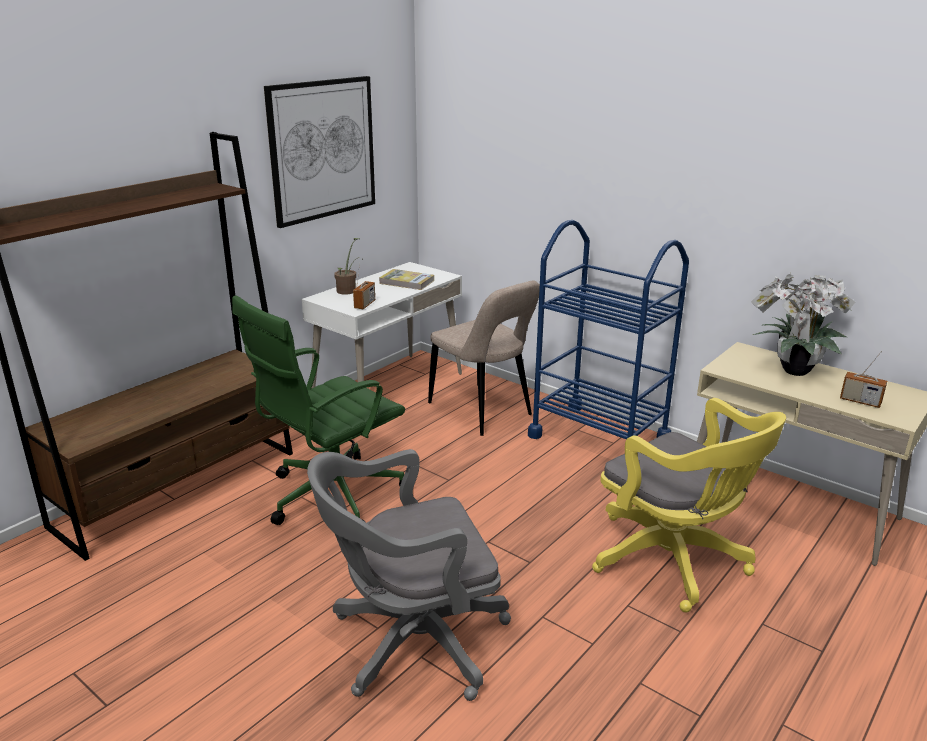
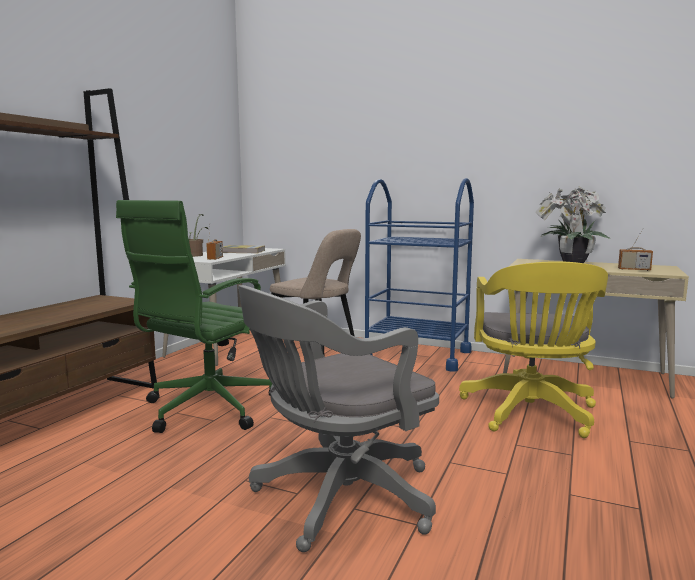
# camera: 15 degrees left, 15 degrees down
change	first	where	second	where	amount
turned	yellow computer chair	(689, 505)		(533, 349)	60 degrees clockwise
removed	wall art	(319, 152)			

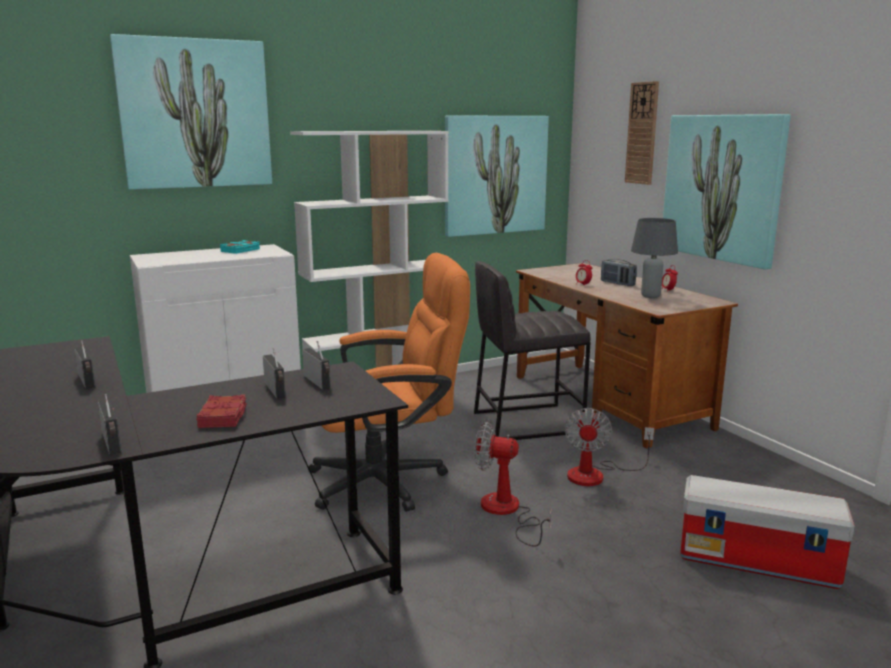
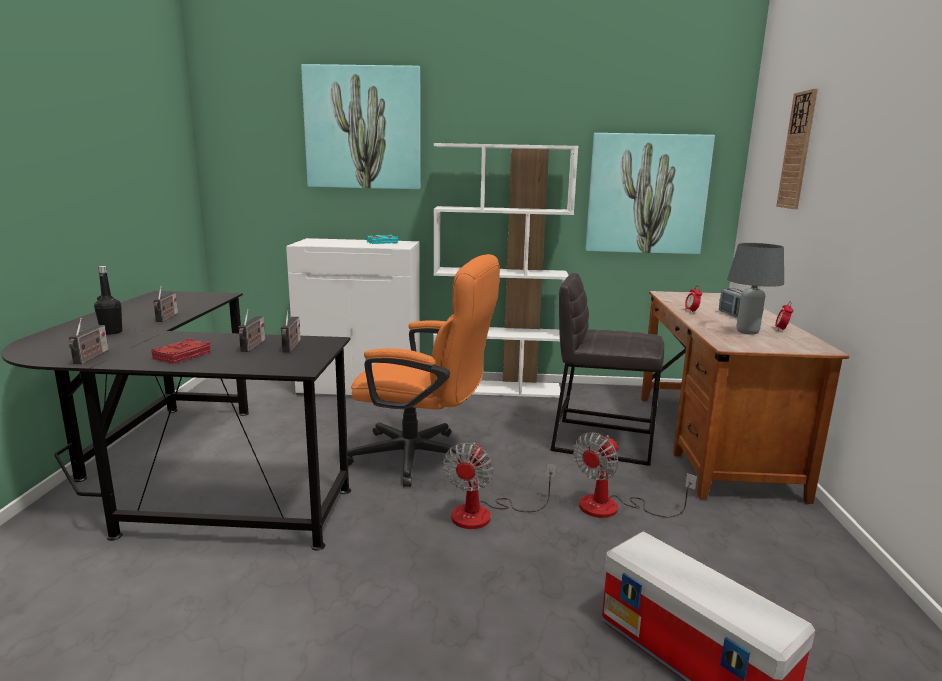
# camera: 30 degrees right, 0 degrees up
change	first	where	second	where	amount
added			black-coloured beverage bottle	(108, 300)	
turned	fan	(513, 484)		(500, 485)	120 degrees counterclockwise
removed	wall art	(727, 191)			

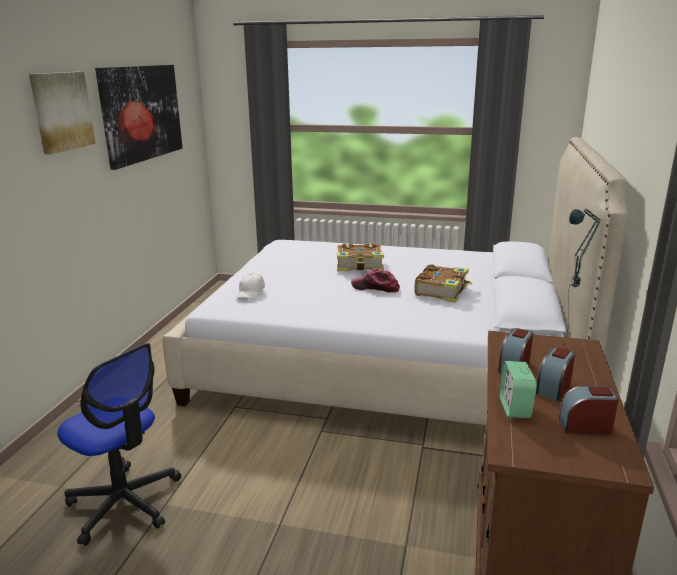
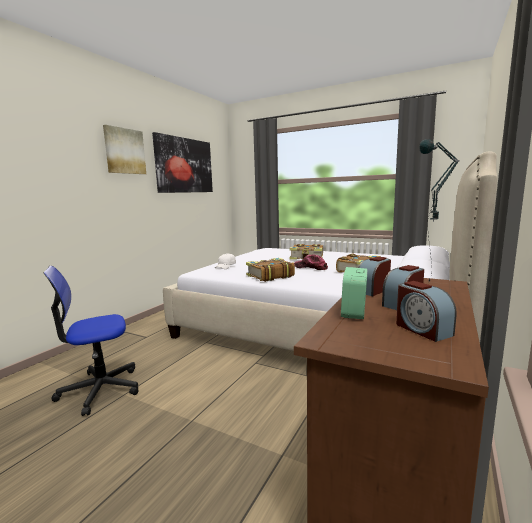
# camera: 15 degrees right, 10 degrees down
change	first	where	second	where	amount
turned	computer chair	(119, 444)		(91, 341)	105 degrees clockwise
added			book	(270, 270)	
turned	table clock	(589, 410)		(426, 311)	135 degrees counterclockwise

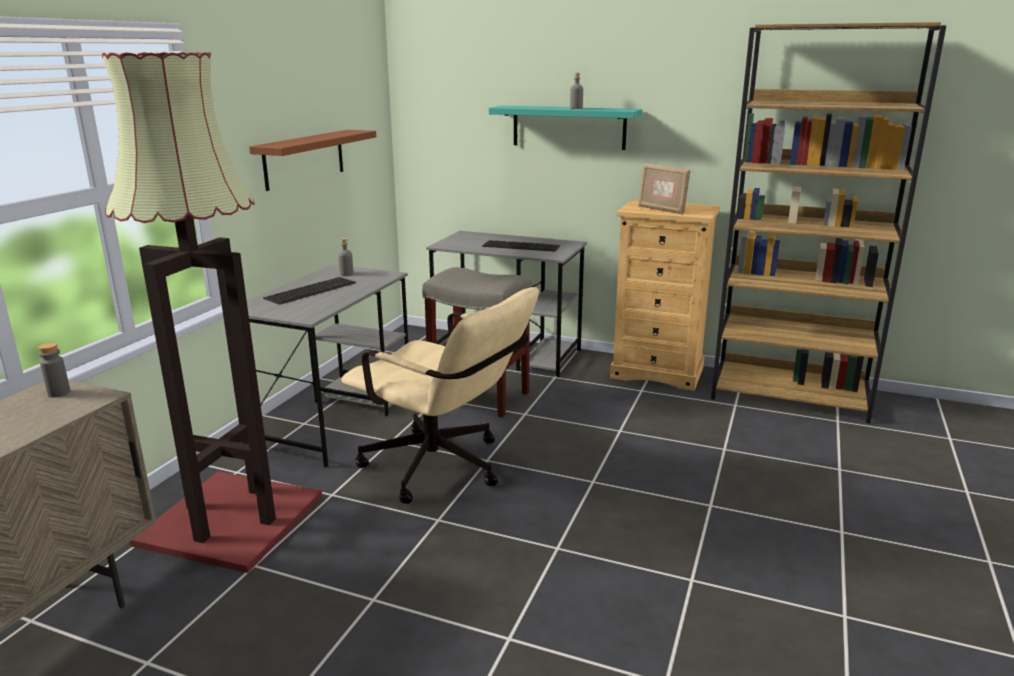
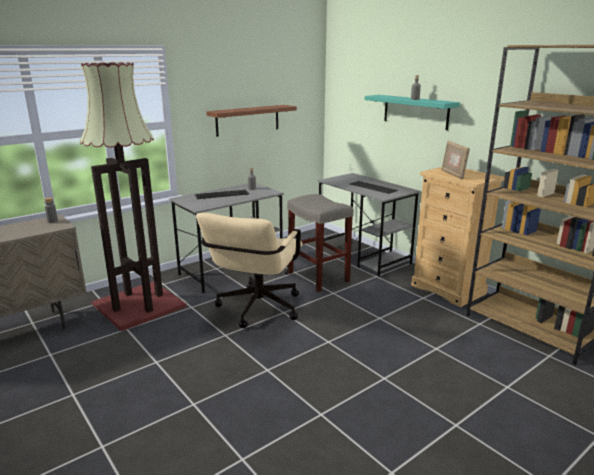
# camera: 30 degrees right, 0 degrees up
change	first	where	second	where	amount
turned	beige-coloured computer chair	(440, 395)		(249, 270)	45 degrees clockwise

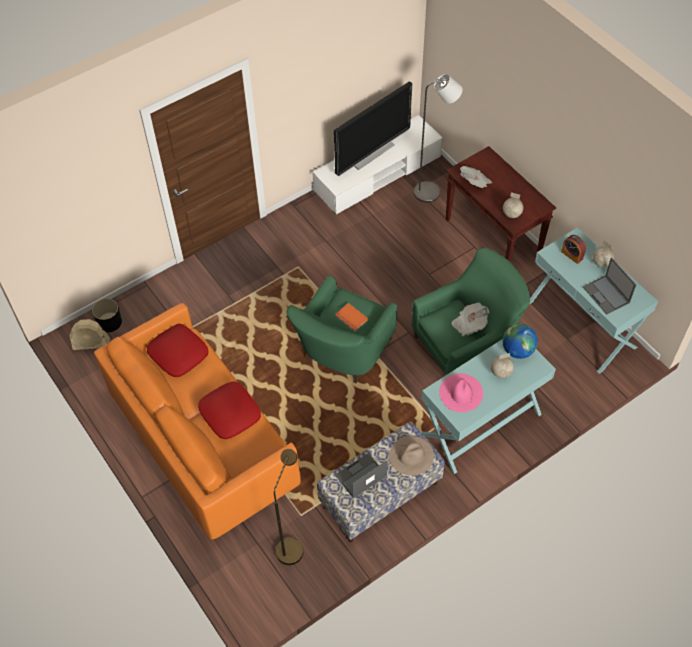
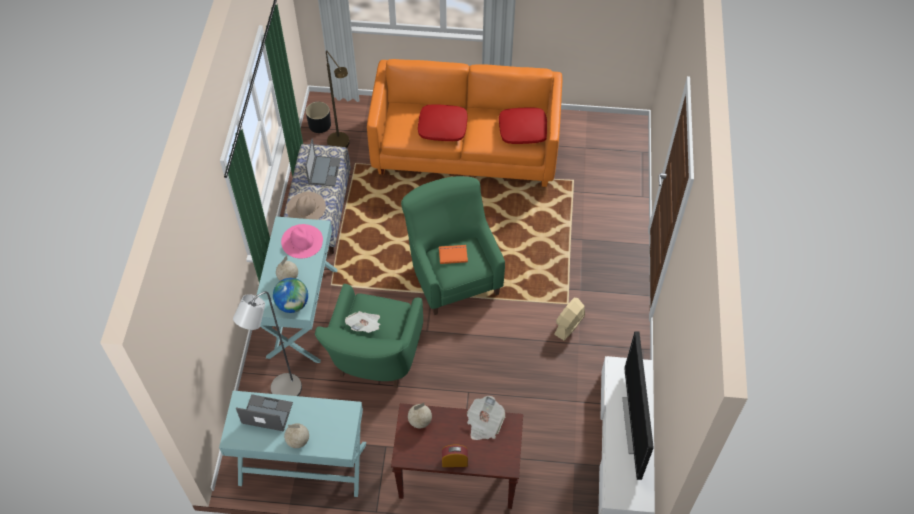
# camera: 130 degrees right, 0 degrees up
change	first	where	second	where	amount
moved	gray standing lamp	(438, 138)		(267, 343)	
moved	black-coloured planter	(107, 315)		(318, 117)	
moved	table clock	(573, 249)		(455, 455)	
moved	beige-coloured fan	(90, 334)		(569, 319)	

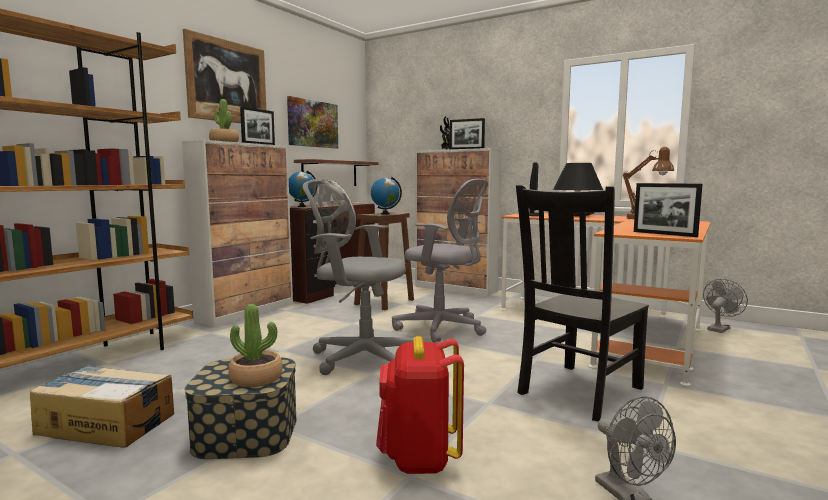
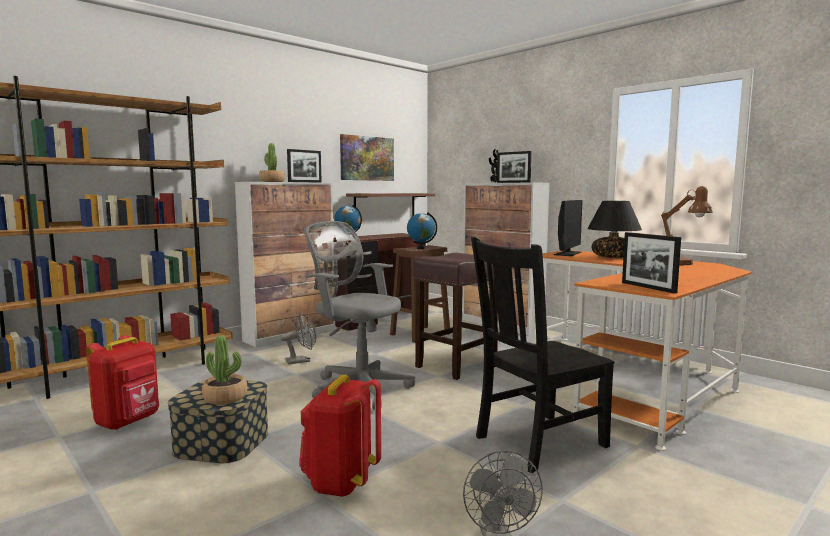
# camera: 15 degrees right, 0 degrees up
change	first	where	second	where	amount
replaced	cardboard box	(102, 406)	red-coloured rucksack	(122, 382)	
moved	gray fan	(725, 306)		(298, 338)	
replaced	gray computer chair	(440, 261)	brown-coloured stool seat	(455, 316)	
removed	wall art	(224, 76)			

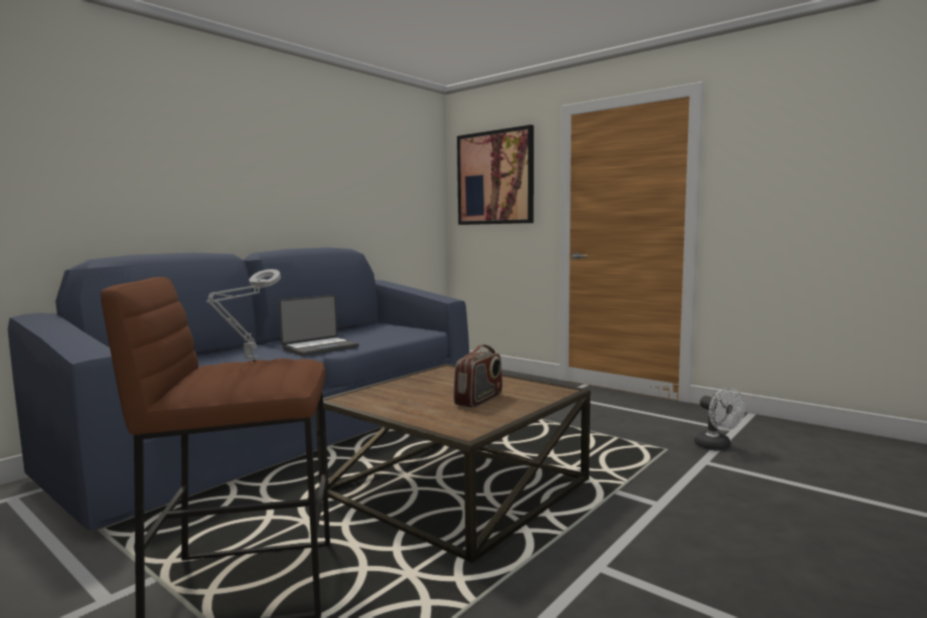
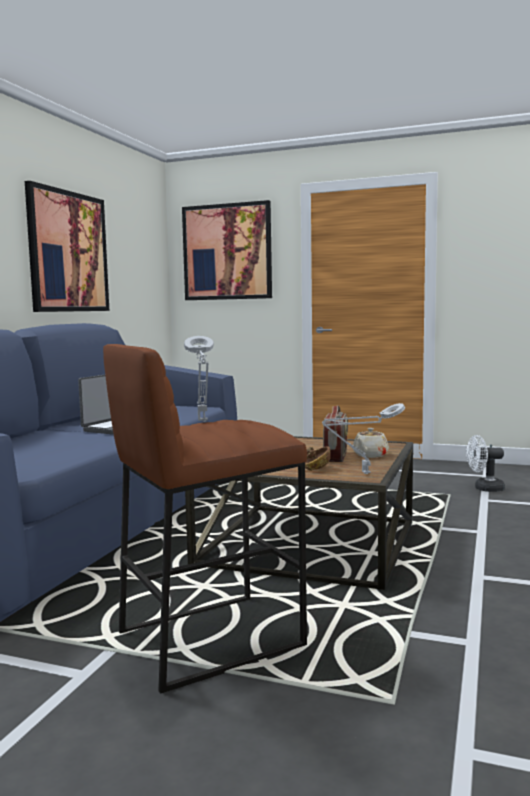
# camera: 20 degrees left, 0 degrees up
change	first	where	second	where	amount
added			wall art	(67, 246)	
added			brown-coloured deep dish	(318, 458)	
added			gray lamp for a table	(363, 438)	
added			beige-coloured tea pot	(371, 443)	
turned	white fan	(719, 419)		(485, 463)	135 degrees clockwise

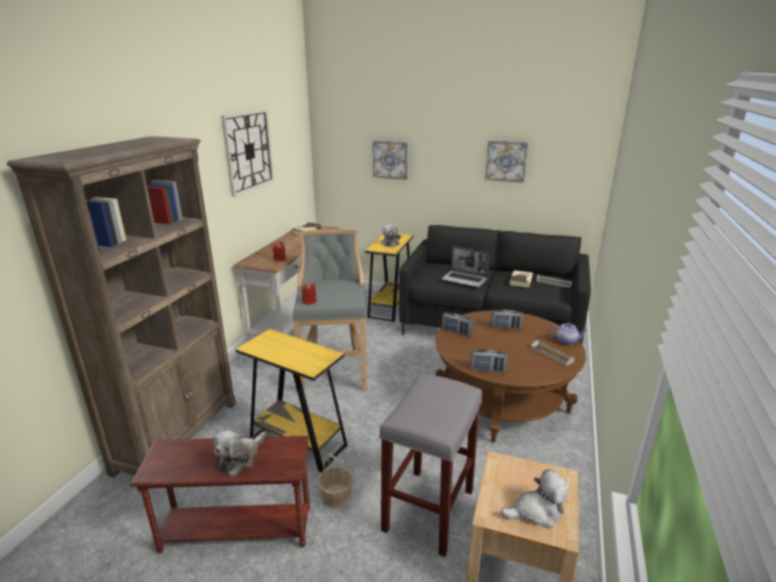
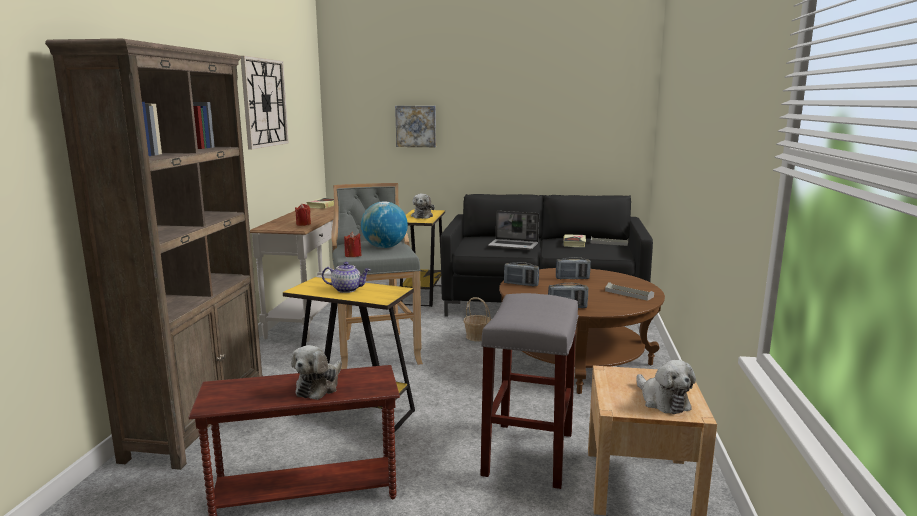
# camera: 10 degrees left, 10 degrees down
change	first	where	second	where	amount
moved	tea pot	(568, 334)		(346, 277)	
added			globe	(384, 224)	
moved	household basket	(335, 480)		(477, 319)	
turned	cuddly toy	(535, 499)		(666, 387)	90 degrees clockwise
removed	wall art	(506, 161)			

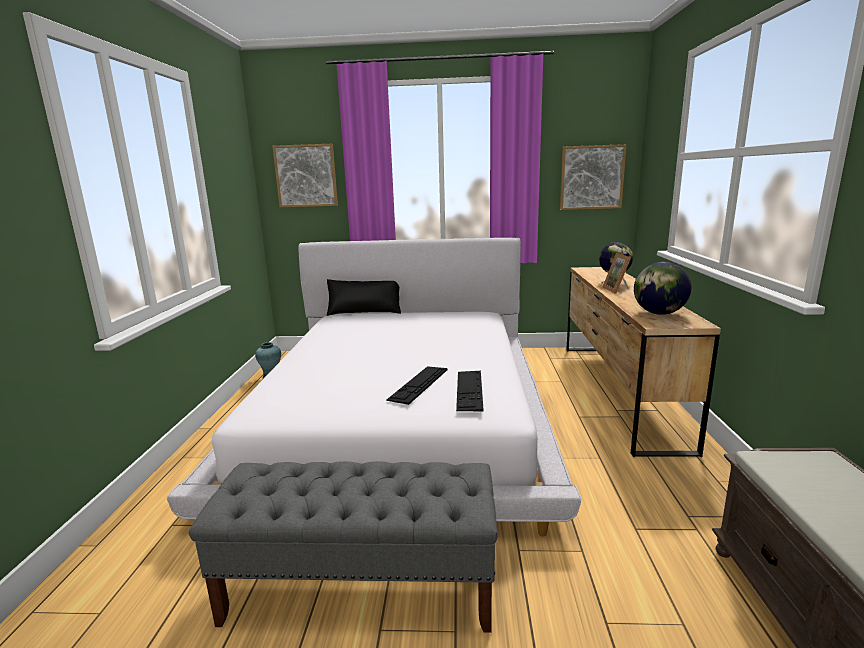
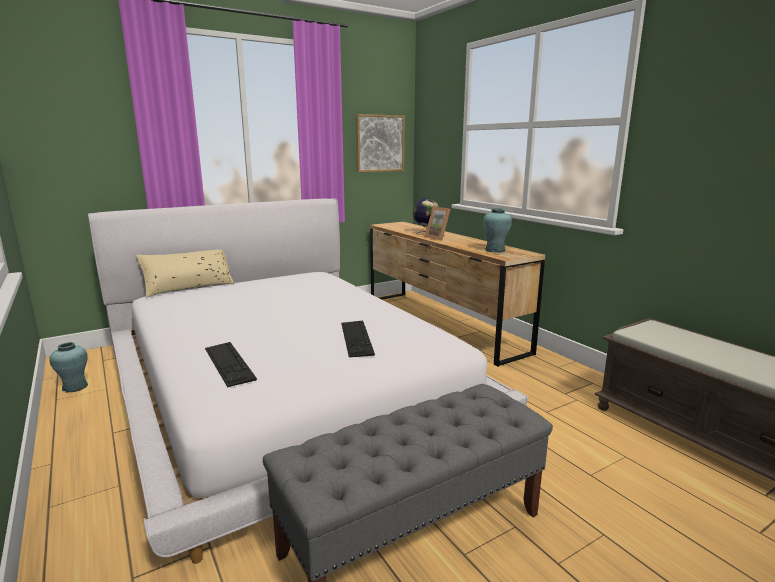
# camera: 35 degrees left, 0 degrees up
change	first	where	second	where	amount
recoloured	black-coloured throw pillow	(363, 297)	beige-coloured throw pillow	(185, 274)	
moved	PC keyboard	(469, 391)		(231, 364)	
replaced	globe	(662, 288)	blue-green vase	(497, 230)	
removed	wall art	(305, 175)			

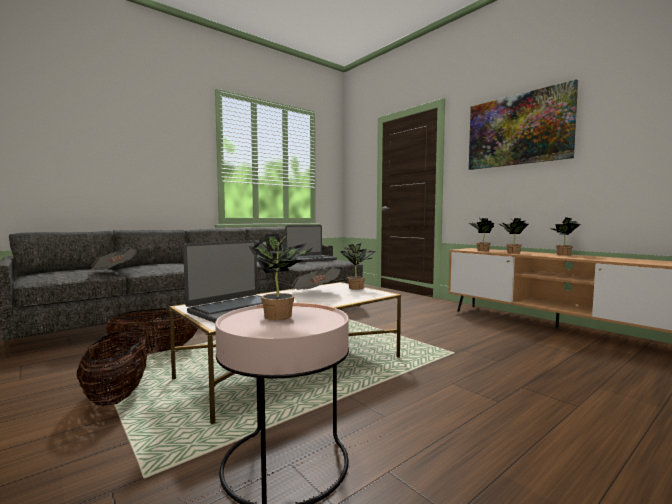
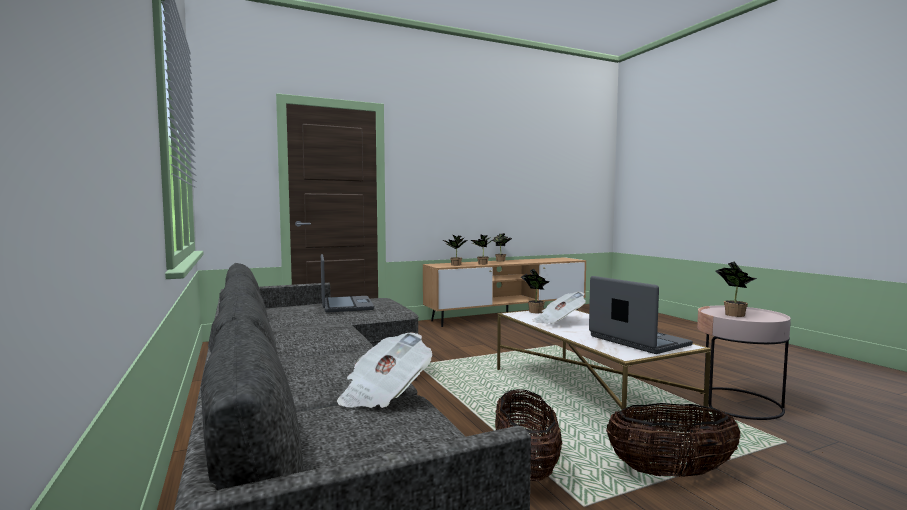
# camera: 75 degrees left, 0 degrees up
change	first	where	second	where	amount
removed	wall art	(523, 124)			

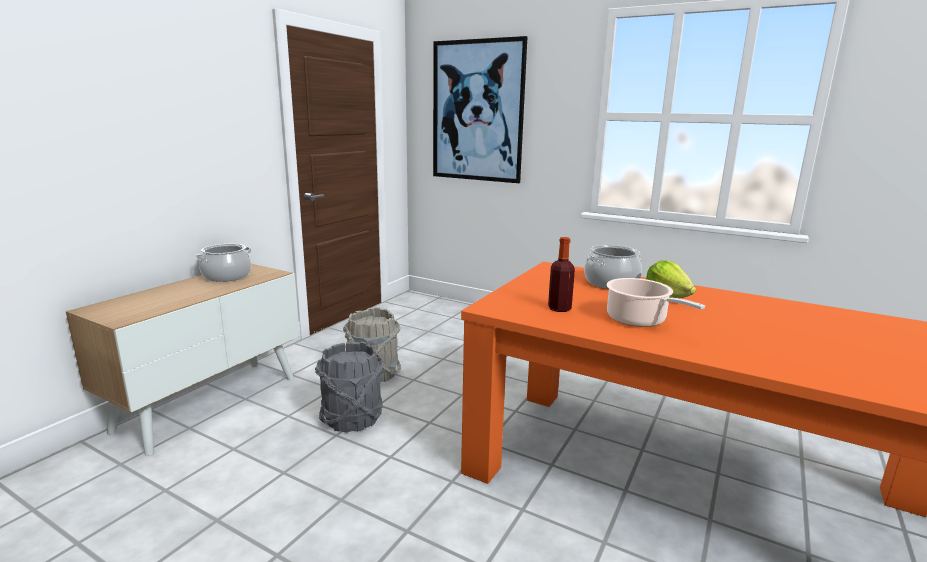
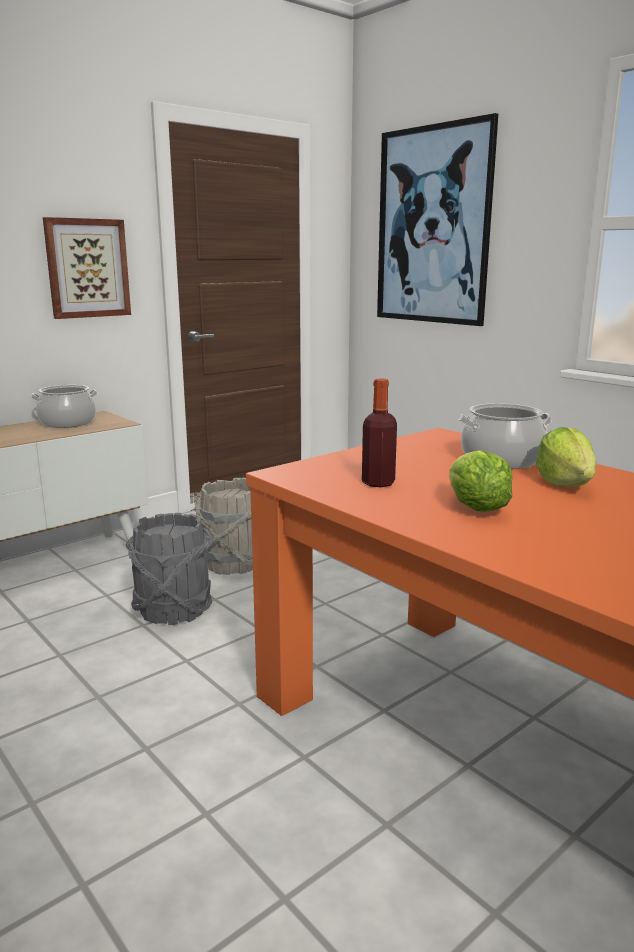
# camera: 20 degrees right, 0 degrees up
change	first	where	second	where	amount
added			wall art	(87, 268)	
replaced	saucepot	(656, 302)	head of lettuce	(481, 481)	

